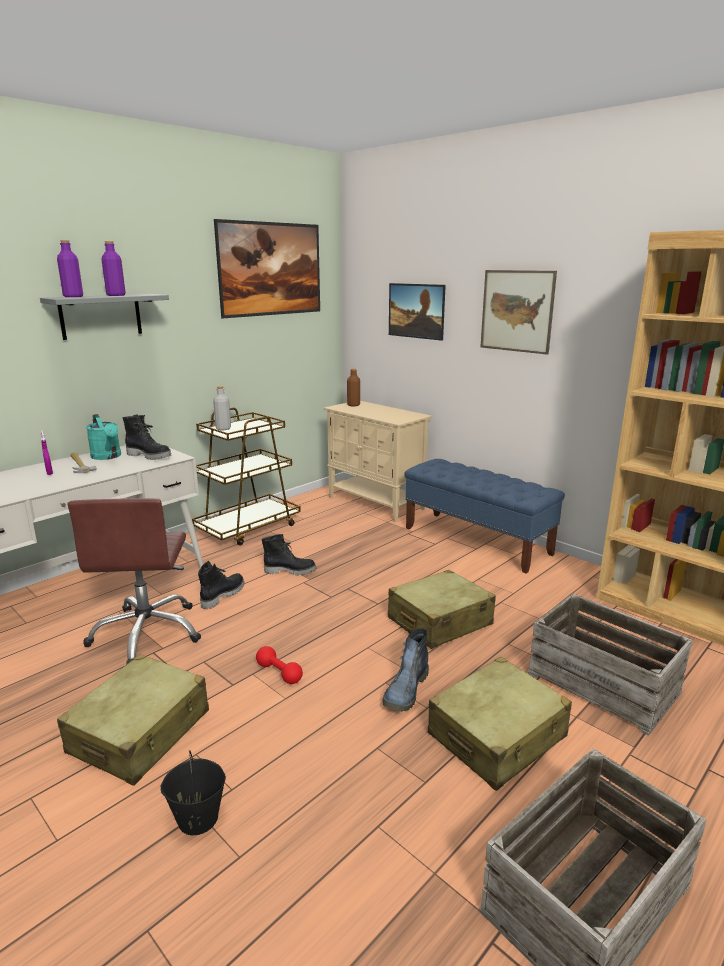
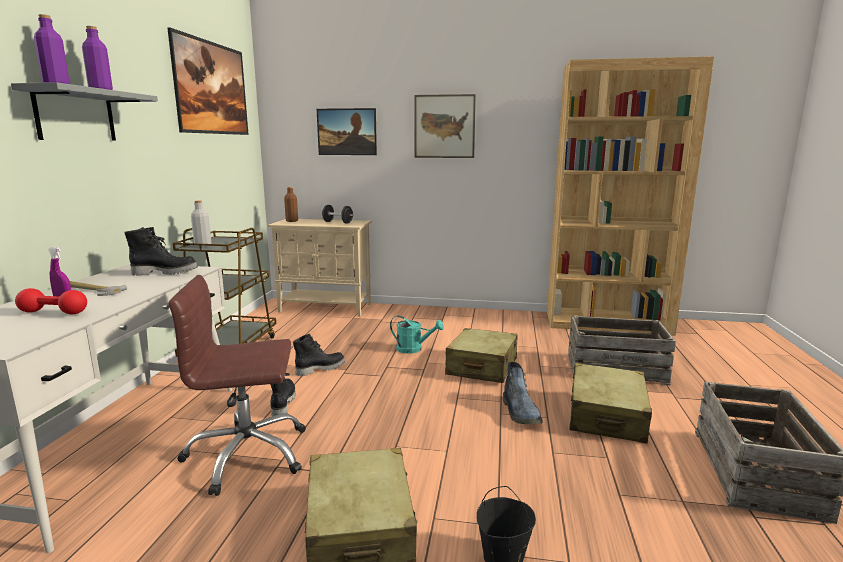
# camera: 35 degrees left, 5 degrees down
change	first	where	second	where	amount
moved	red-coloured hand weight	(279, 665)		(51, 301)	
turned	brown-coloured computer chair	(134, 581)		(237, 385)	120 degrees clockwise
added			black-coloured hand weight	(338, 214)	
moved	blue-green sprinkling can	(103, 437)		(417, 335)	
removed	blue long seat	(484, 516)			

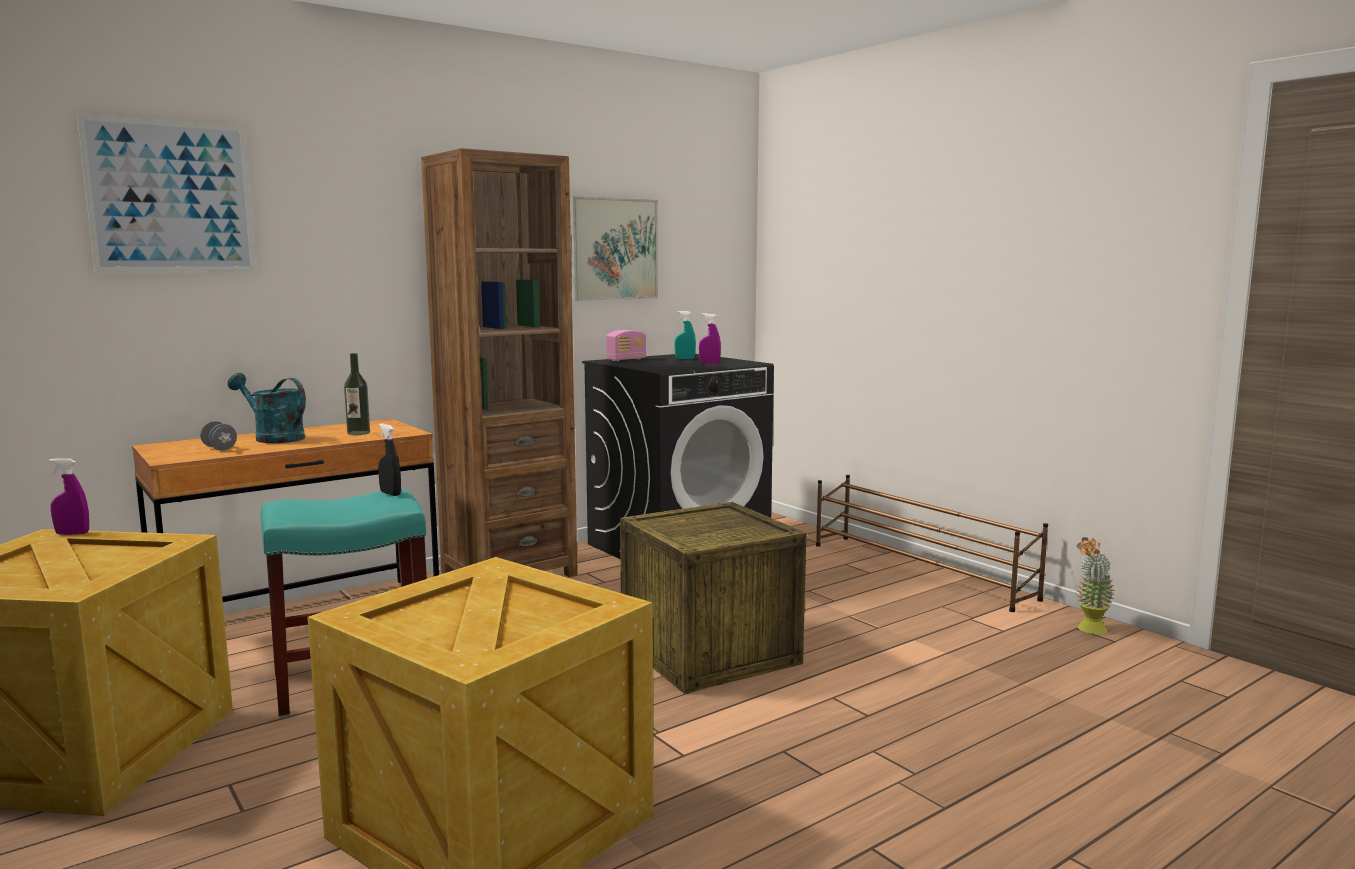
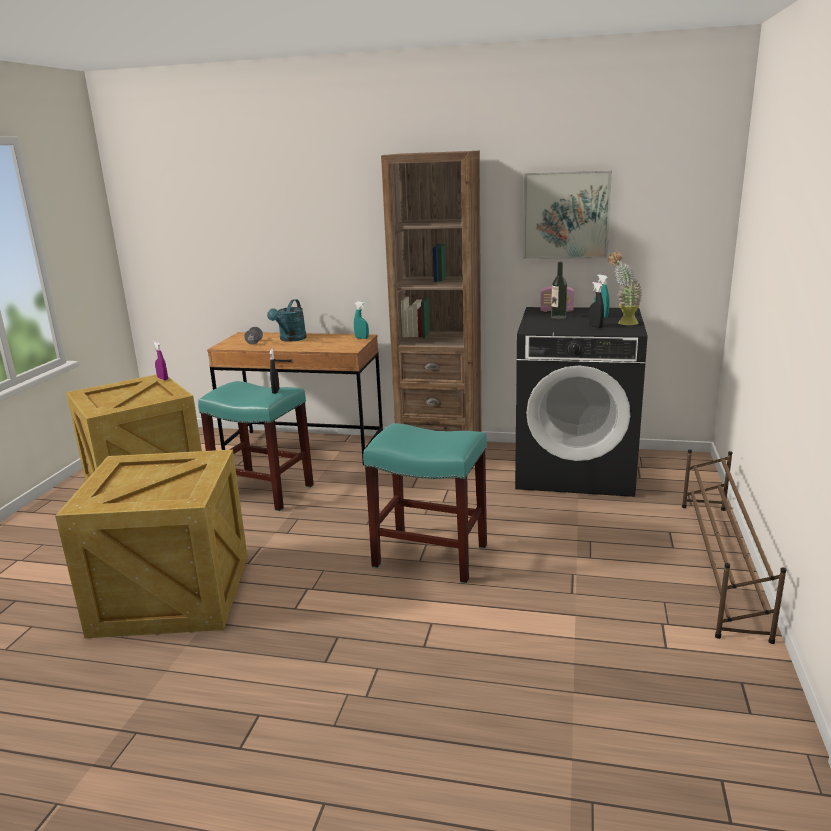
# camera: 50 degrees right, 10 degrees up
change	first	where	second	where	amount
turned	blue-green sprinkling can	(267, 408)		(287, 320)	150 degrees counterclockwise
added			blue-green hand sprayer	(361, 320)	
replaced	shipping crate	(713, 598)	blue-green stool seat	(425, 503)	
moved	beverage bottle	(357, 394)		(559, 290)	
recoloured	purple-coloured hand sprayer	(710, 338)	black-coloured hand sprayer	(596, 305)	
moved	potted plant	(1095, 585)		(625, 288)	
removed	wall art	(166, 193)			

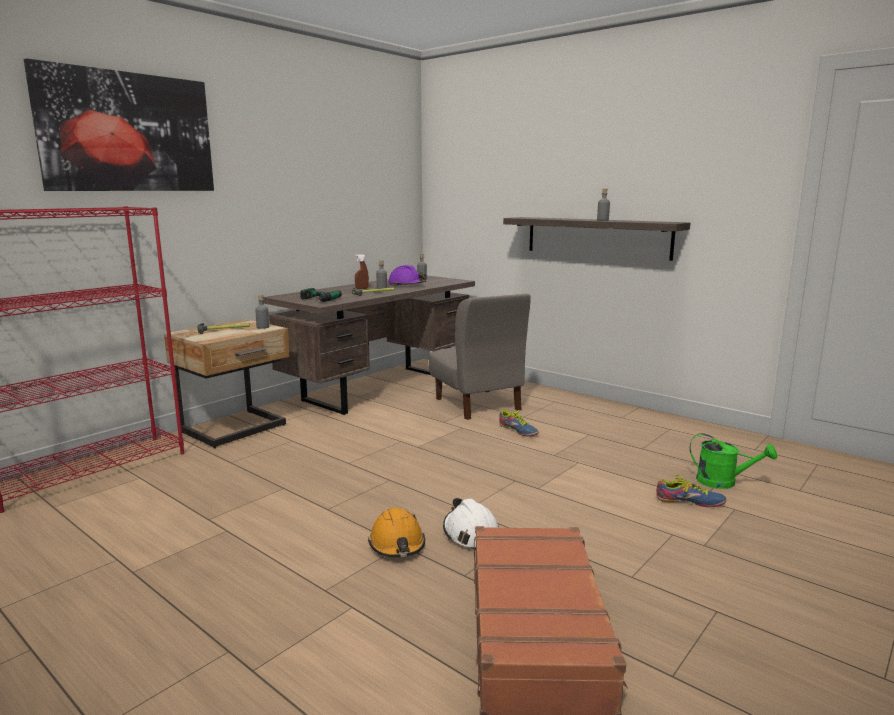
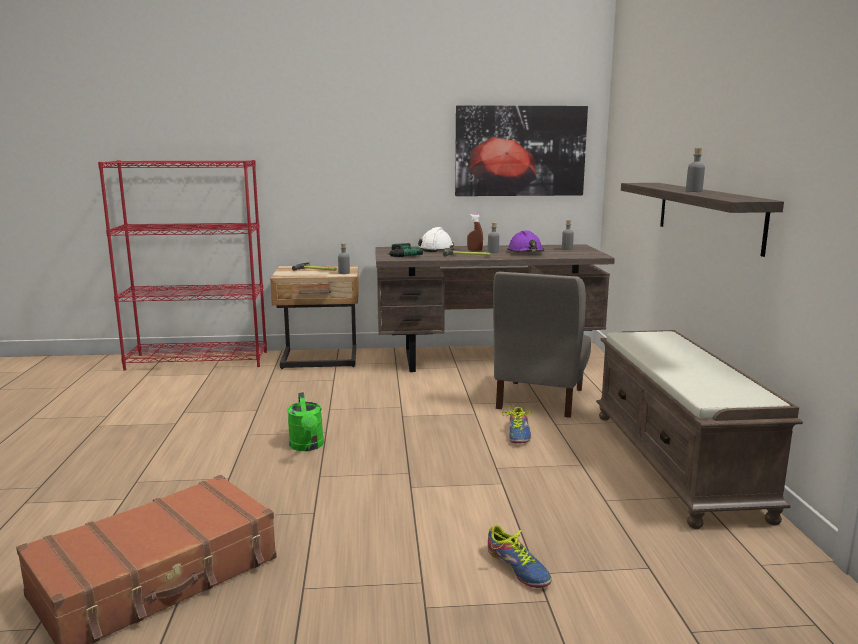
# camera: 45 degrees right, 0 degrees up
change	first	where	second	where	amount
moved	greenish sprinkling can	(733, 461)		(305, 421)	
moved	white hard hat	(471, 524)		(436, 239)	
moved	wall art	(119, 124)		(521, 150)	
added			brown-coloured long seat	(699, 429)	
removed	orange hard hat	(396, 532)			

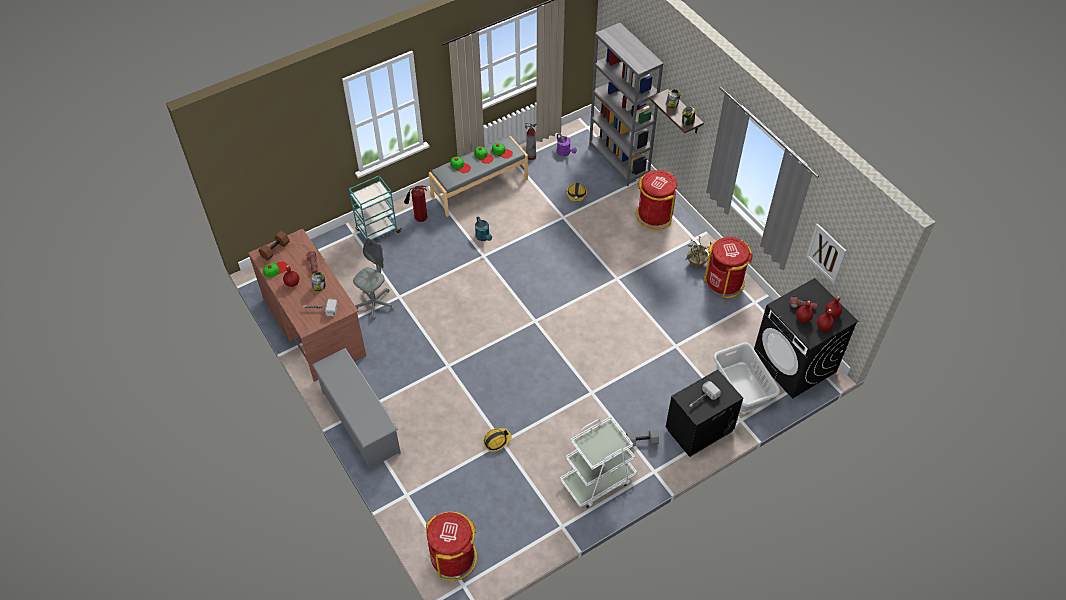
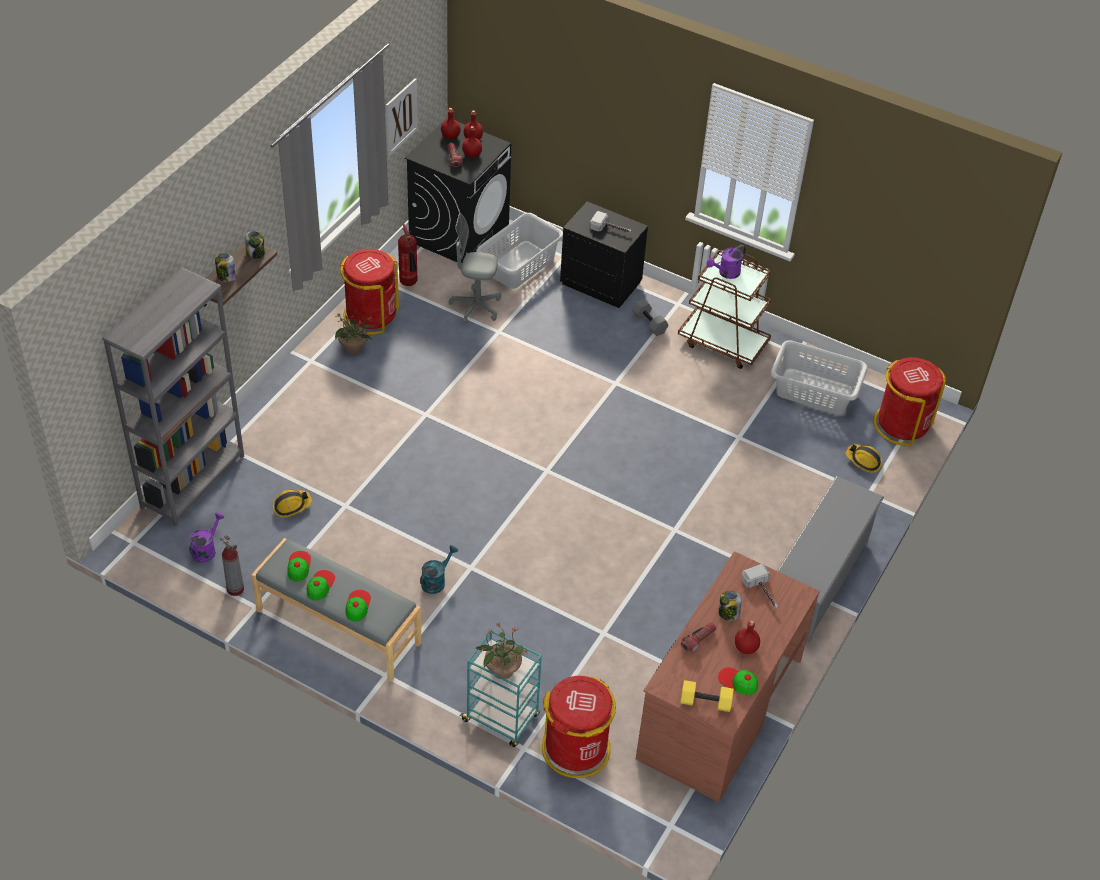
# camera: 120 degrees left, 5 degrees down
change	first	where	second	where	amount
moved	fire extinguisher	(415, 204)		(407, 254)	
moved	gray computer chair	(373, 279)		(475, 268)	
added			potted plant	(502, 651)	
moved	red-coloured waste bin	(656, 200)		(579, 727)	
recoloured	white trolley	(598, 462)	brown-coloured trolley	(724, 309)	
recoloured	brown-coloured hand weight	(274, 246)	yellow hand weight	(707, 696)	
added			purple-coloured sprinkling can	(726, 262)	
added			gray hamper	(819, 377)	
moved	hard hat	(497, 440)		(864, 458)	

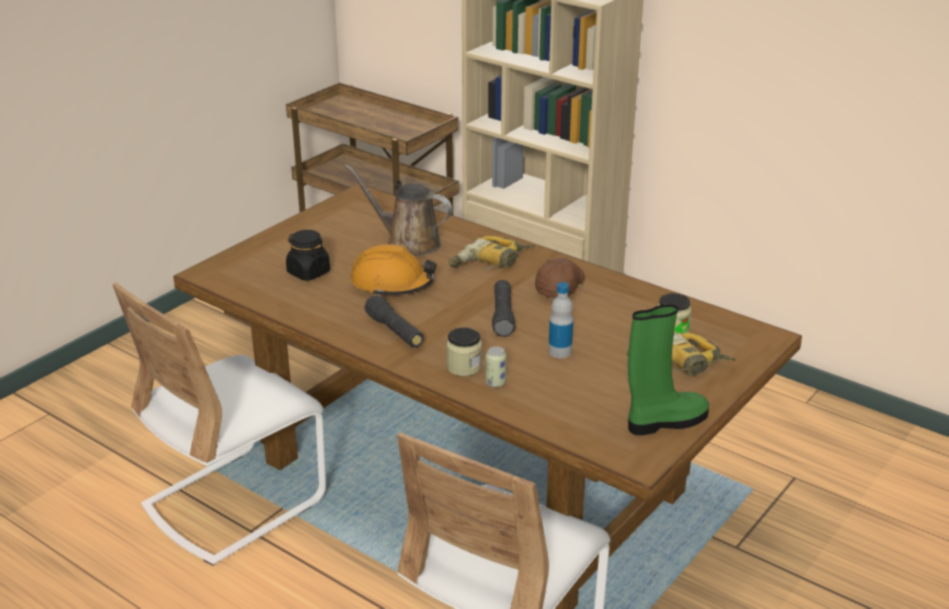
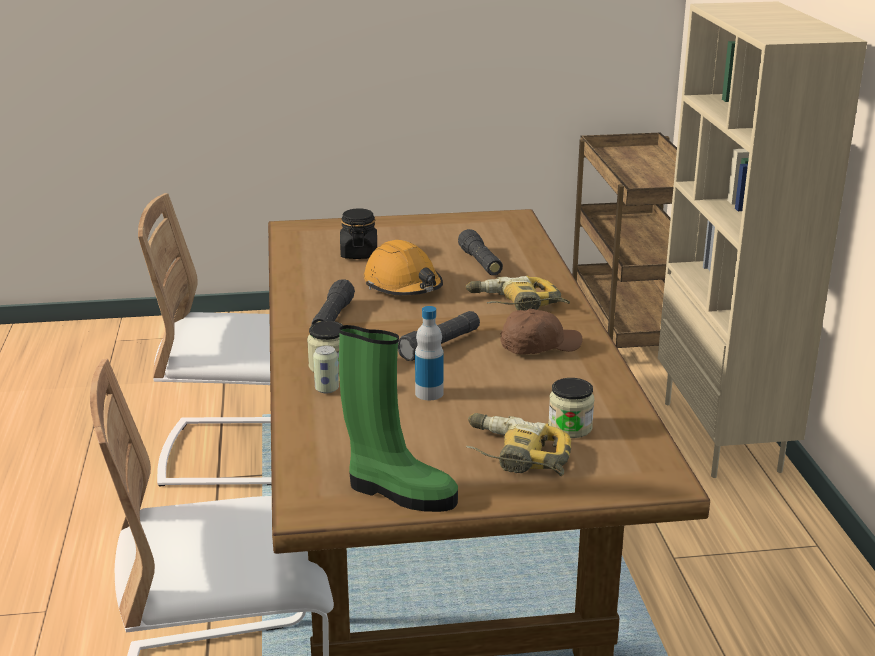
# camera: 45 degrees right, 5 degrees down
change	first	where	second	where	amount
replaced	brown-coloured sprinkling can	(399, 210)	black-coloured hand torch	(480, 252)	

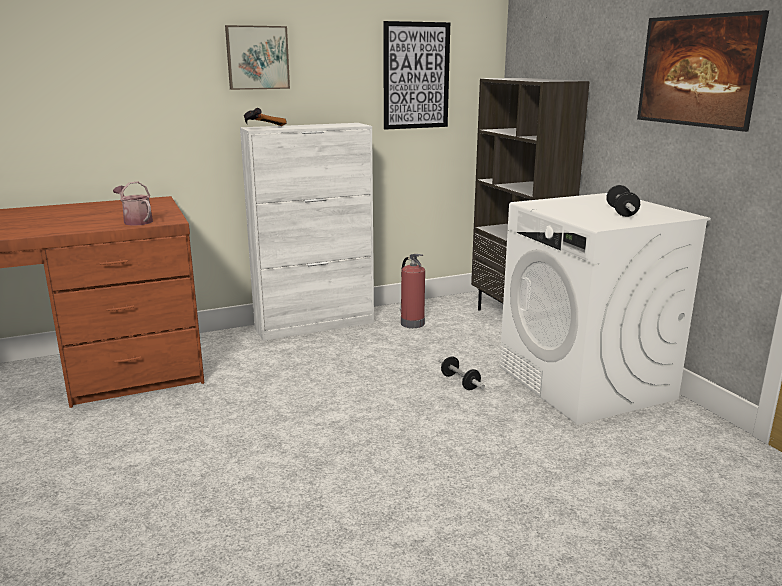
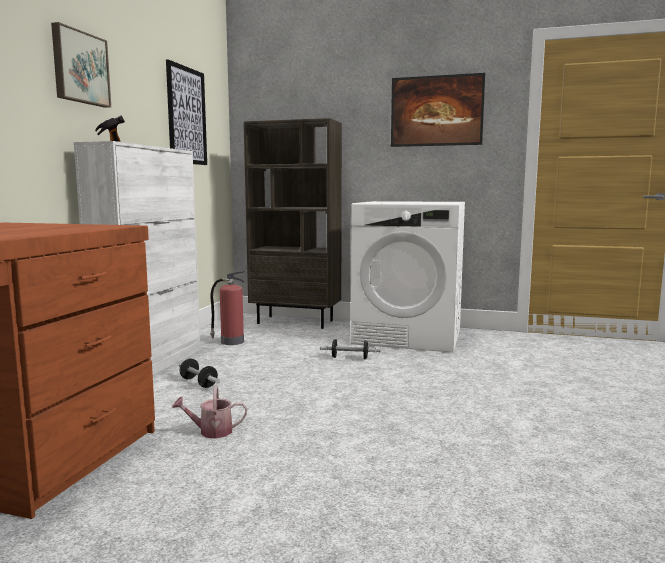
# camera: 50 degrees left, 10 degrees down
change	first	where	second	where	amount
moved	sprinkling can	(133, 203)		(209, 412)	
moved	hand weight	(623, 201)		(199, 373)	

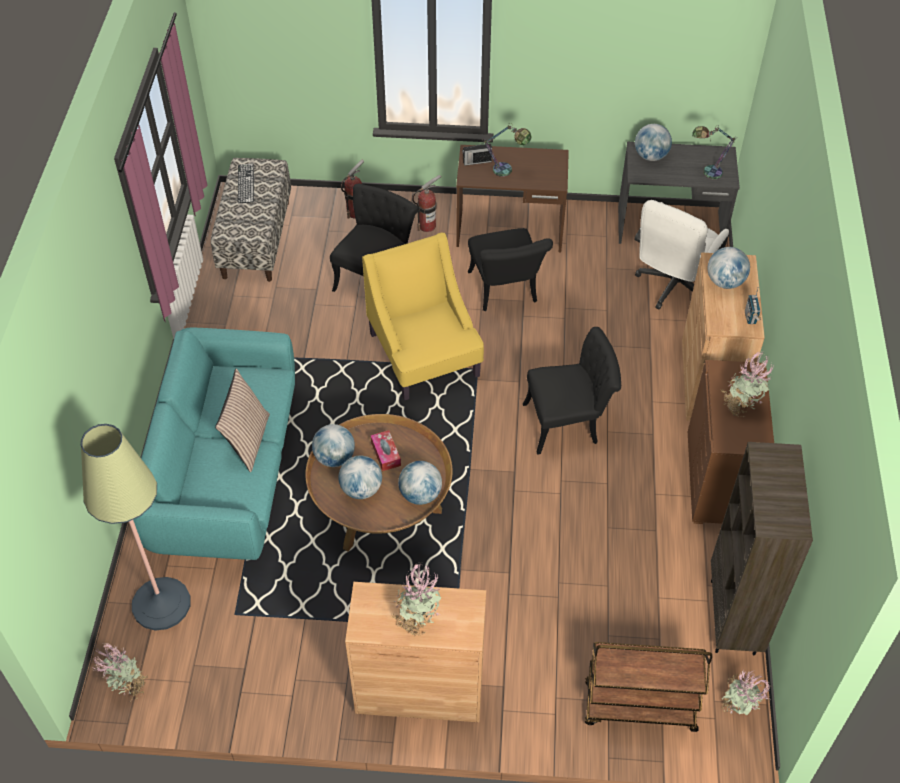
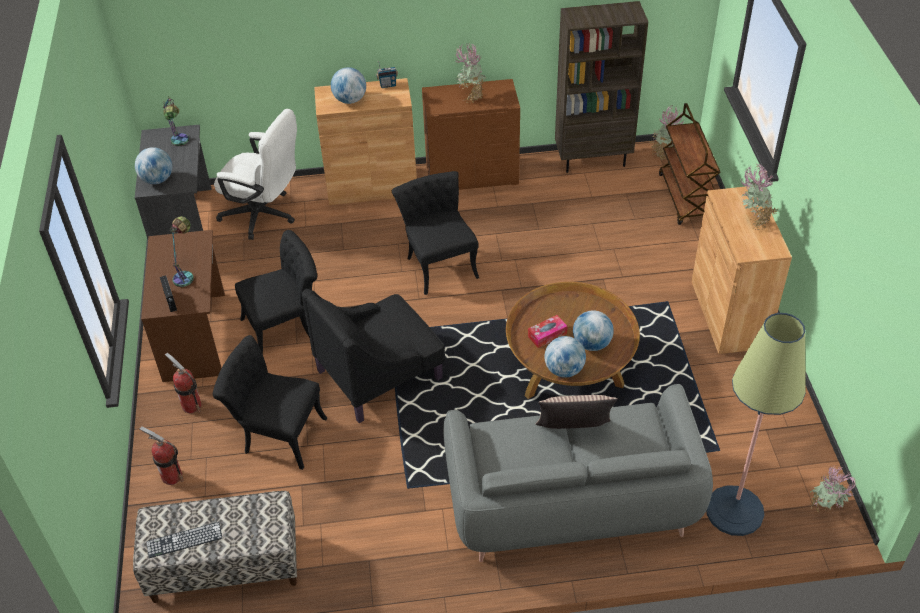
# camera: 100 degrees left, 5 degrees down
change	first	where	second	where	amount
recoloured	yellow lounge chair	(423, 317)	black-coloured lounge chair	(373, 356)	
recoloured	blue-green settee	(214, 444)	gray settee	(578, 473)	
removed	globe	(420, 483)			

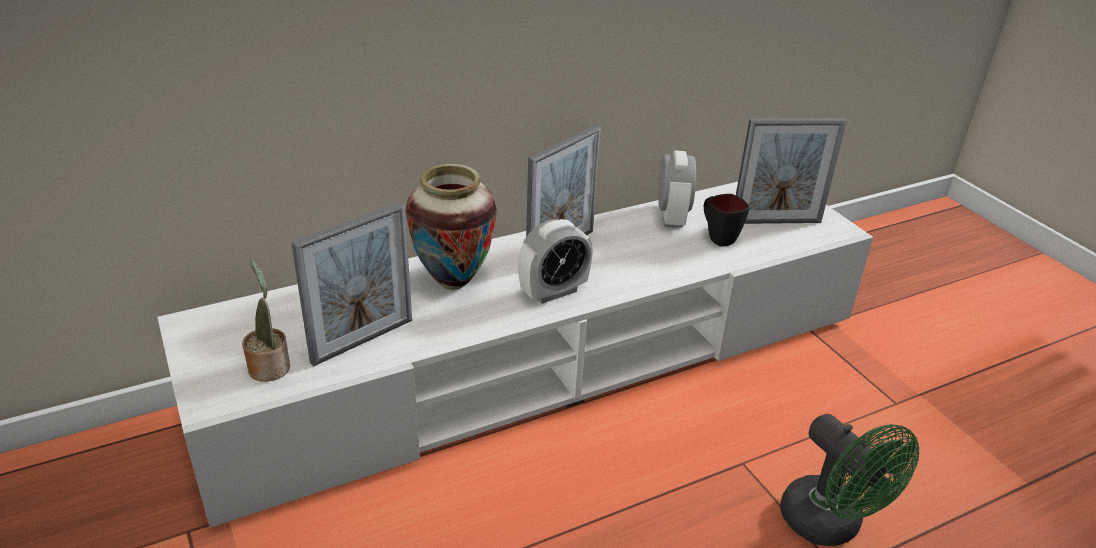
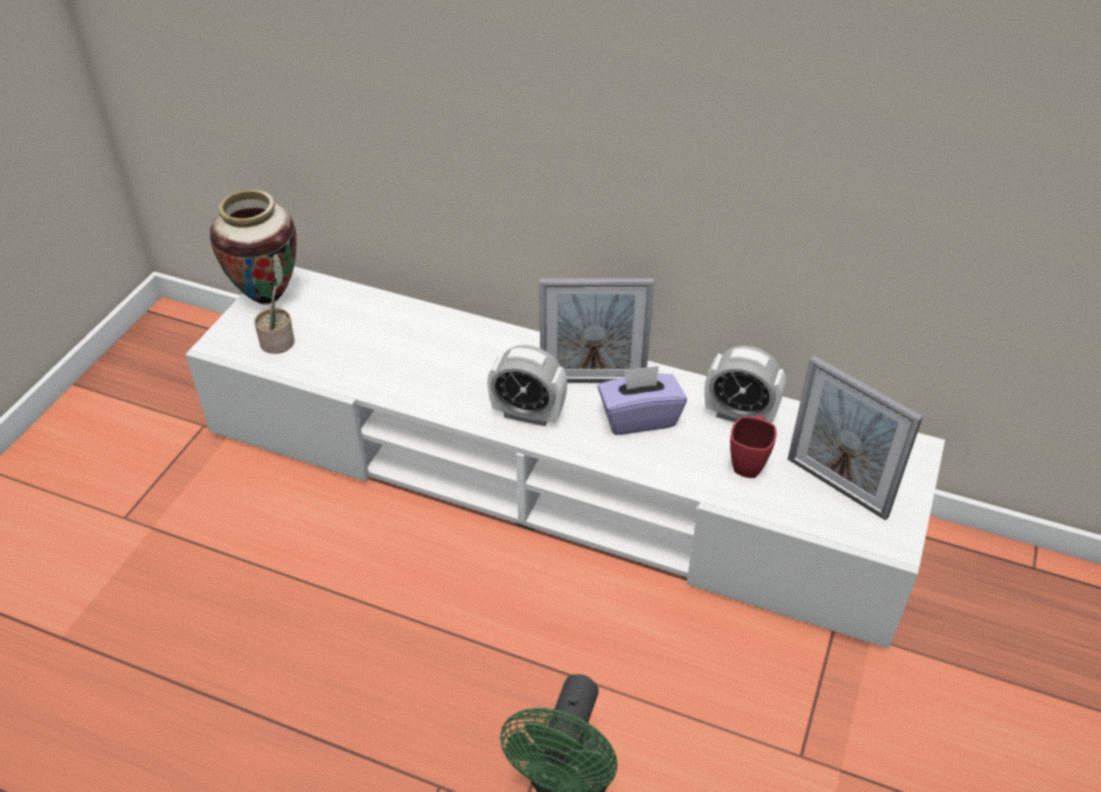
# camera: 50 degrees right, 10 degrees up
change	first	where	second	where	amount
moved	vase	(451, 227)		(253, 247)	
added			purple-coloured tissue box	(642, 400)	
turned	table clock	(677, 189)		(745, 384)	60 degrees clockwise
recoloured	black-coloured tea mug	(727, 220)	red-coloured tea mug	(753, 447)	
removed	standing frame	(351, 284)			

